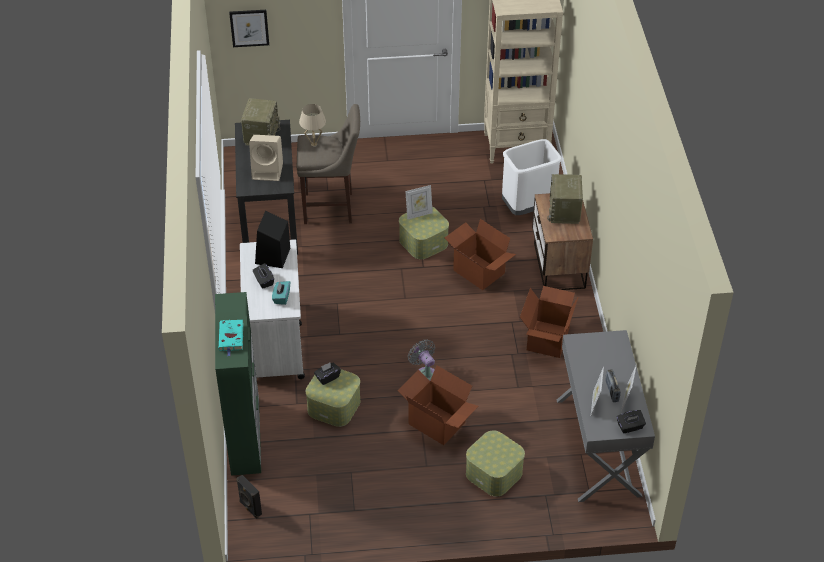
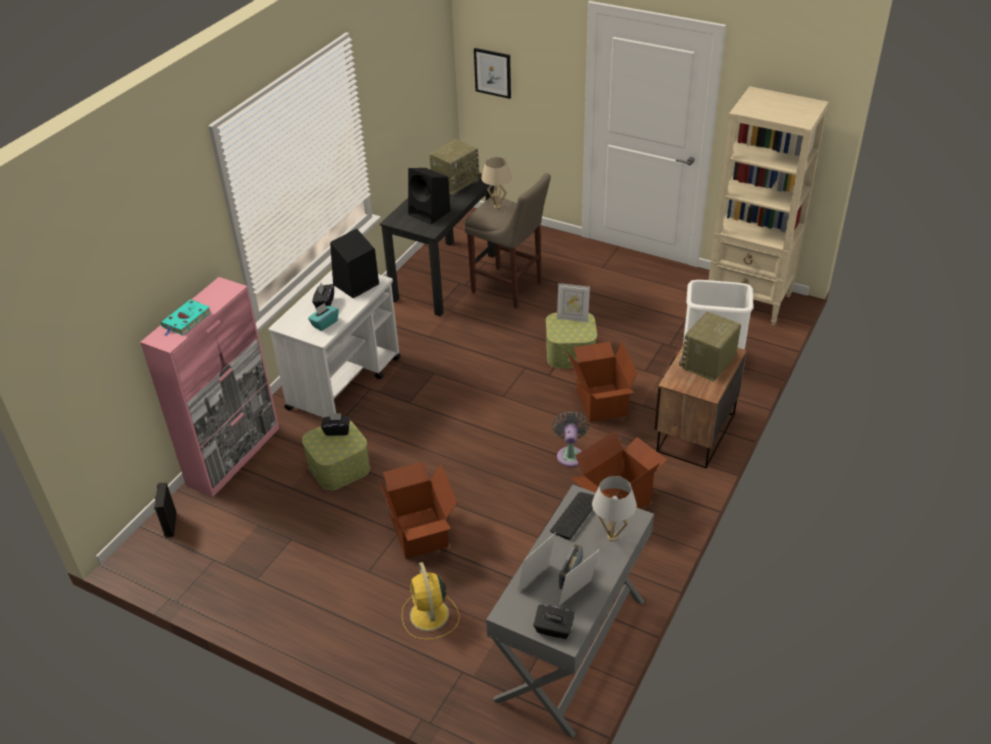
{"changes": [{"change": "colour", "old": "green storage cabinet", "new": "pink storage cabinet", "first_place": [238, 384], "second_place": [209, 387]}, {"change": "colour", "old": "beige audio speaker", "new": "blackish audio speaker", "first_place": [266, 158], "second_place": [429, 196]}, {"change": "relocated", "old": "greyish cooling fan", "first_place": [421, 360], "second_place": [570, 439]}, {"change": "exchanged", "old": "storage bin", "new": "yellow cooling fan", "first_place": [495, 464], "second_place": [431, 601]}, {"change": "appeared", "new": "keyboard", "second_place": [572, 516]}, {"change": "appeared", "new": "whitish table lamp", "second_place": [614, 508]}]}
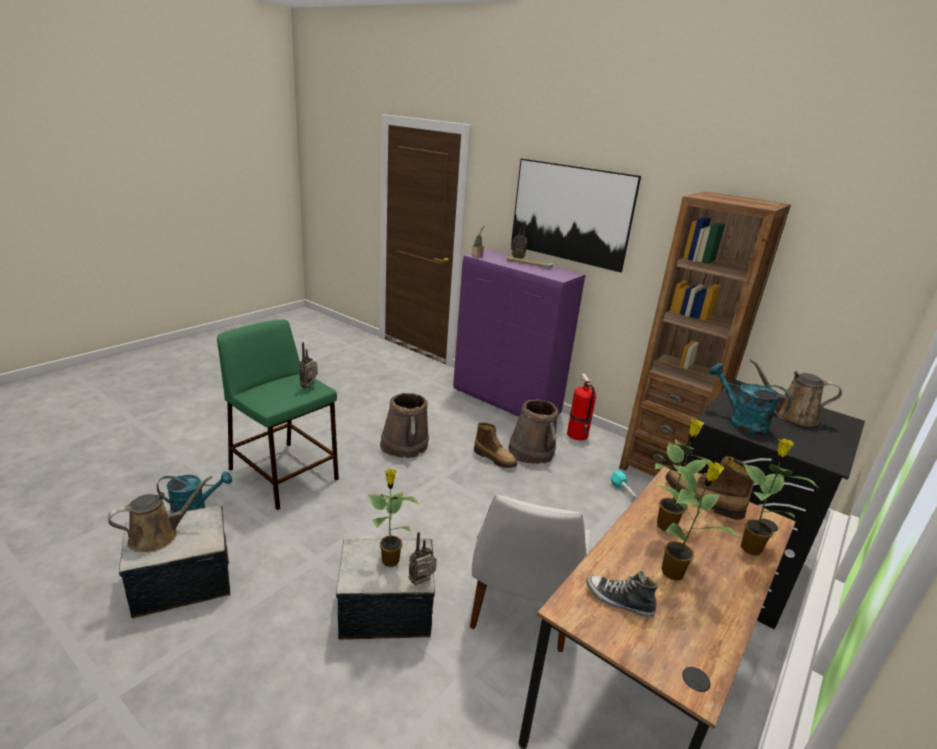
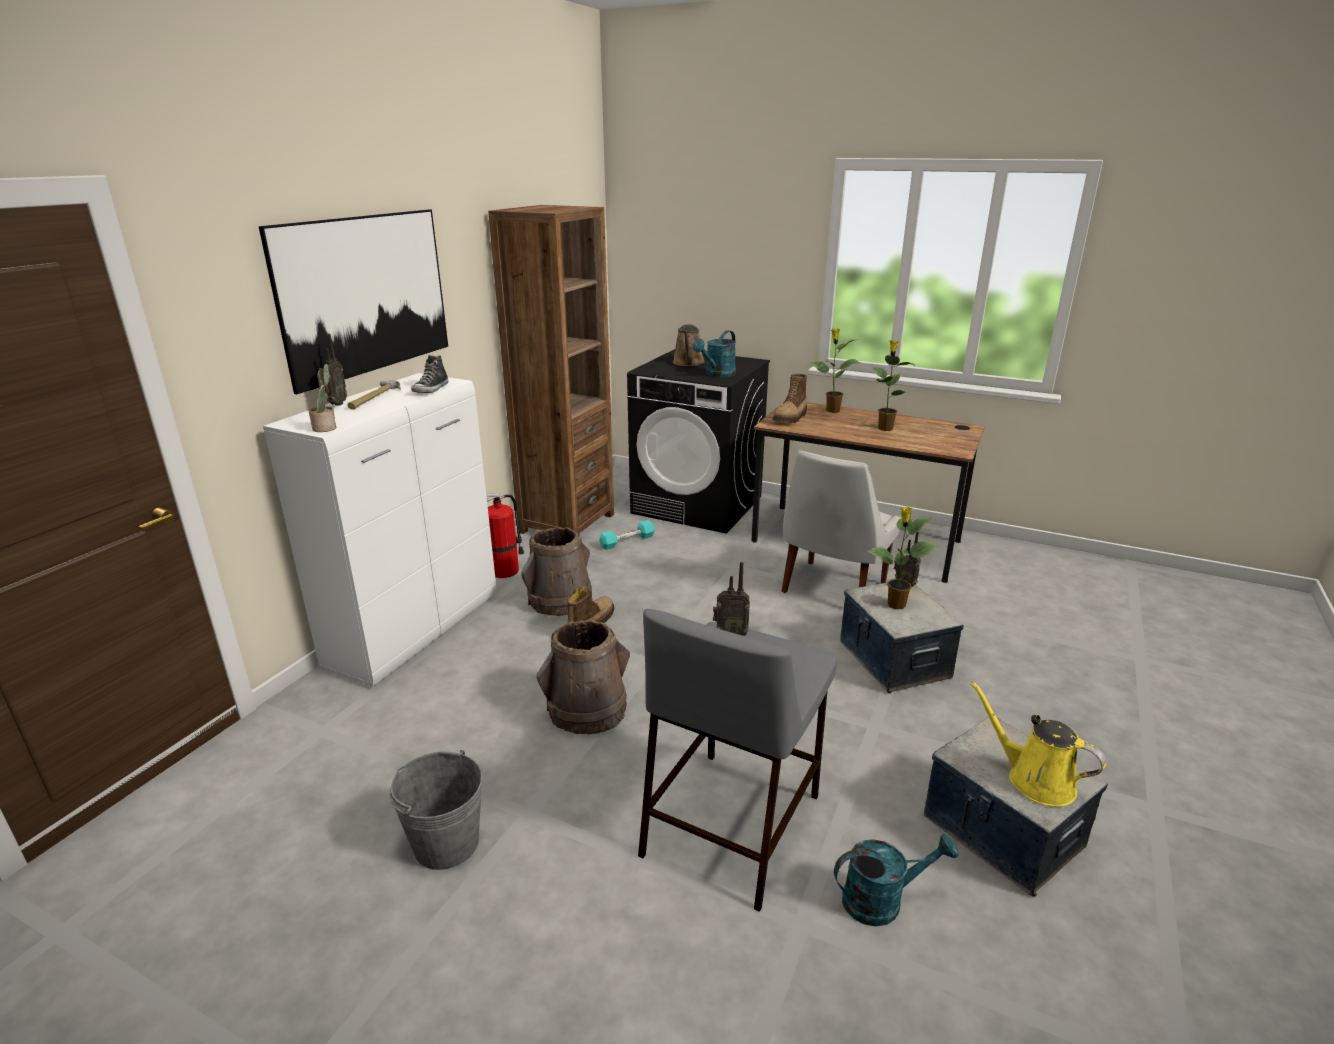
{"changes": [{"change": "colour", "old": "brownish watering pot", "new": "yellow watering pot", "first_place": [160, 513], "second_place": [1038, 744]}, {"change": "spun", "old": "blue-green watering pot", "first_place": [194, 492], "second_place": [896, 880], "degrees": 105}, {"change": "colour", "old": "green sitting stool", "new": "greyish sitting stool", "first_place": [278, 414], "second_place": [737, 760]}, {"change": "colour", "old": "purplish storage cabinet", "new": "whitish storage cabinet", "first_place": [519, 333], "second_place": [379, 530]}, {"change": "spun", "old": "whitish upright chair", "first_place": [530, 573], "second_place": [842, 521], "degrees": 120}, {"change": "relocated", "old": "shoe", "first_place": [622, 594], "second_place": [429, 374]}, {"change": "missing", "old": "houseplant", "first_place": [683, 475]}, {"change": "appeared", "new": "greyish water bucket", "second_place": [436, 810]}]}
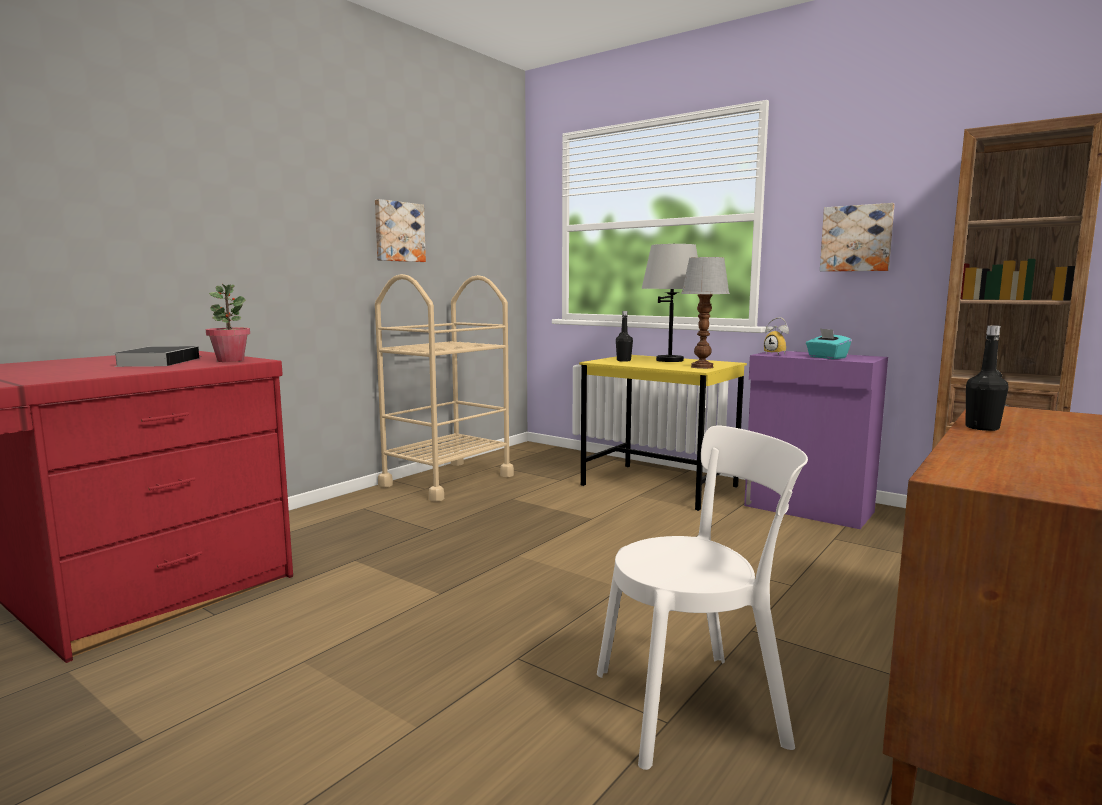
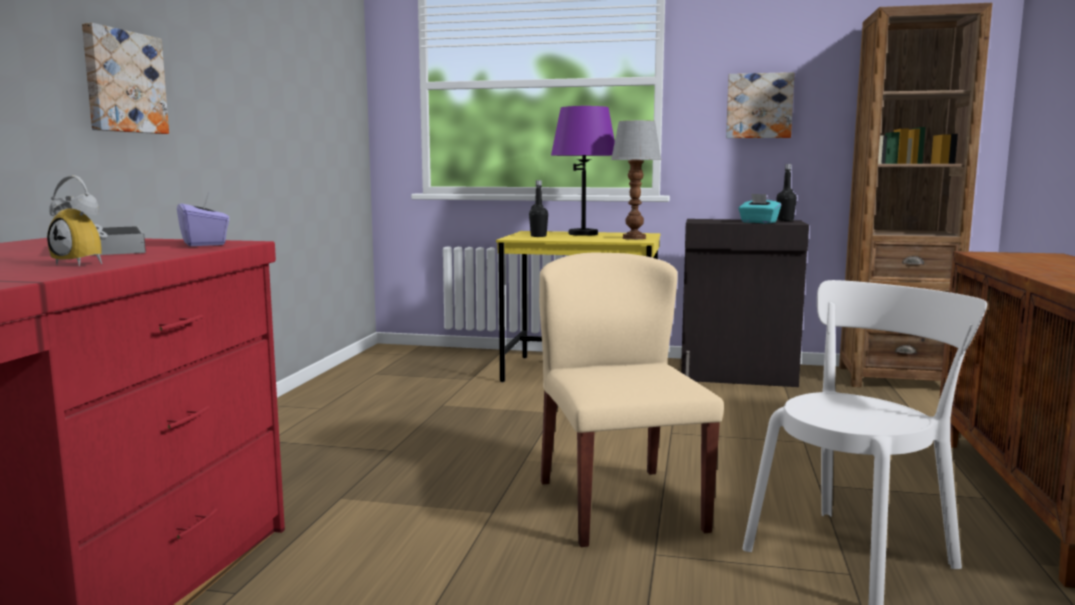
{"changes": [{"change": "exchanged", "old": "houseplant", "new": "purplish tissue box", "first_place": [228, 323], "second_place": [203, 219]}, {"change": "relocated", "old": "wall picture", "first_place": [400, 230], "second_place": [125, 78]}, {"change": "missing", "old": "beige trolley", "first_place": [444, 388]}, {"change": "colour", "old": "greyish table lamp", "new": "purplish table lamp", "first_place": [669, 302], "second_place": [583, 171]}, {"change": "colour", "old": "purplish storage cabinet", "new": "blackish storage cabinet", "first_place": [816, 440], "second_place": [745, 303]}, {"change": "relocated", "old": "alarm clock", "first_place": [776, 336], "second_place": [77, 220]}, {"change": "relocated", "old": "blackish beverage bottle", "first_place": [987, 378], "second_place": [786, 192]}, {"change": "appeared", "new": "beige upright chair", "second_place": [631, 400]}]}
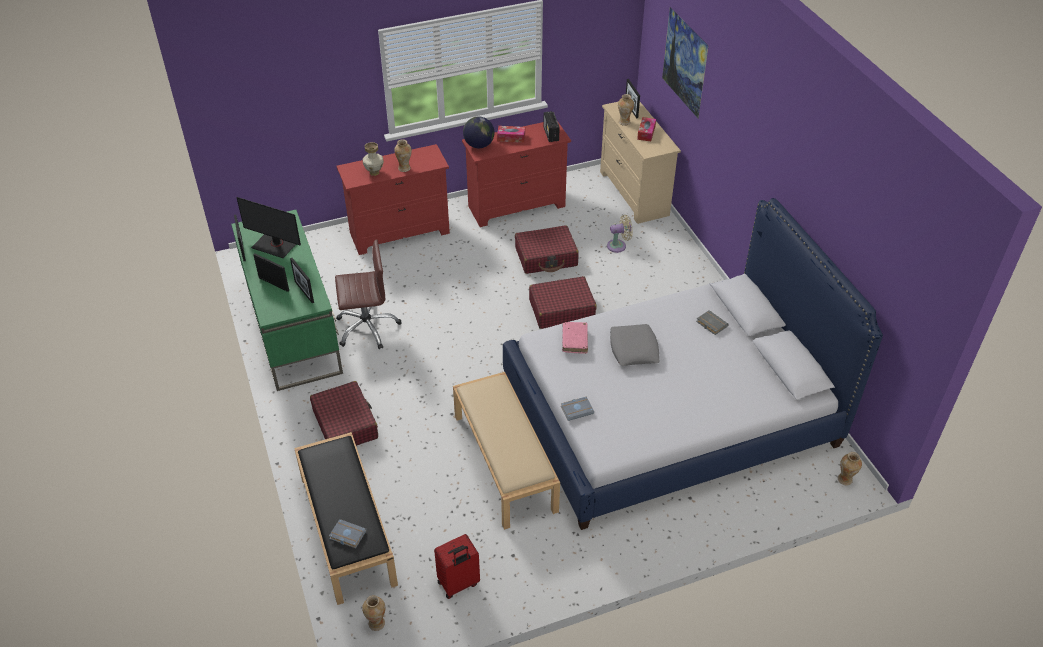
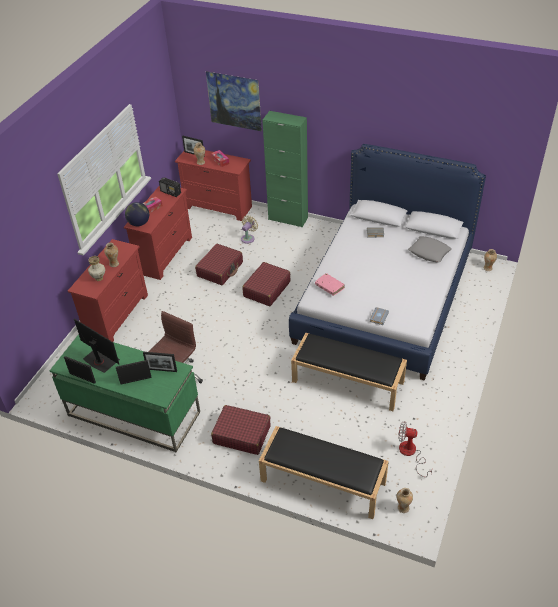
{"changes": [{"change": "spun", "old": "monitor", "first_place": [268, 227], "second_place": [97, 346], "degrees": -120}, {"change": "missing", "old": "greyish book", "first_place": [348, 533]}, {"change": "exchanged", "old": "red-coloured suitcase", "new": "cooling fan", "first_place": [457, 566], "second_place": [415, 449]}, {"change": "colour", "old": "beige long seat", "new": "blackish long seat", "first_place": [506, 451], "second_place": [349, 372]}, {"change": "colour", "old": "beige drawer chest", "new": "red-coloured drawer chest", "first_place": [640, 163], "second_place": [213, 185]}, {"change": "relocated", "old": "greyish cushion", "first_place": [635, 345], "second_place": [430, 249]}, {"change": "appeared", "new": "green storage cabinet", "second_place": [285, 169]}]}
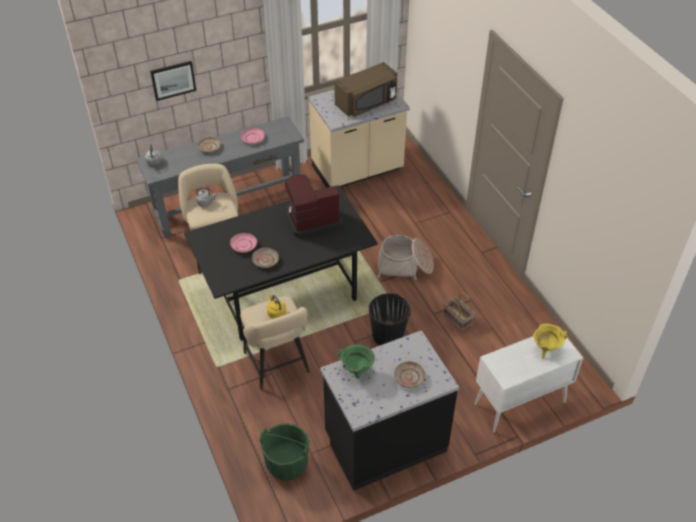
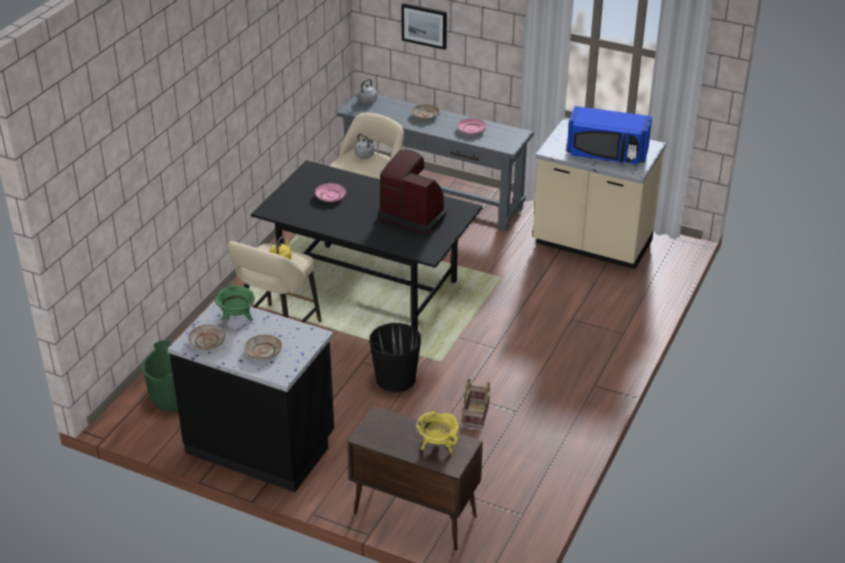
{"changes": [{"change": "relocated", "old": "beige dinner plate", "first_place": [265, 258], "second_place": [206, 337]}, {"change": "colour", "old": "brownish kitchen microwave", "new": "bluish kitchen microwave", "first_place": [365, 89], "second_place": [609, 135]}, {"change": "missing", "old": "household basket", "first_place": [405, 257]}, {"change": "colour", "old": "whitish storage cabinet", "new": "brownish storage cabinet", "first_place": [528, 384], "second_place": [415, 478]}]}
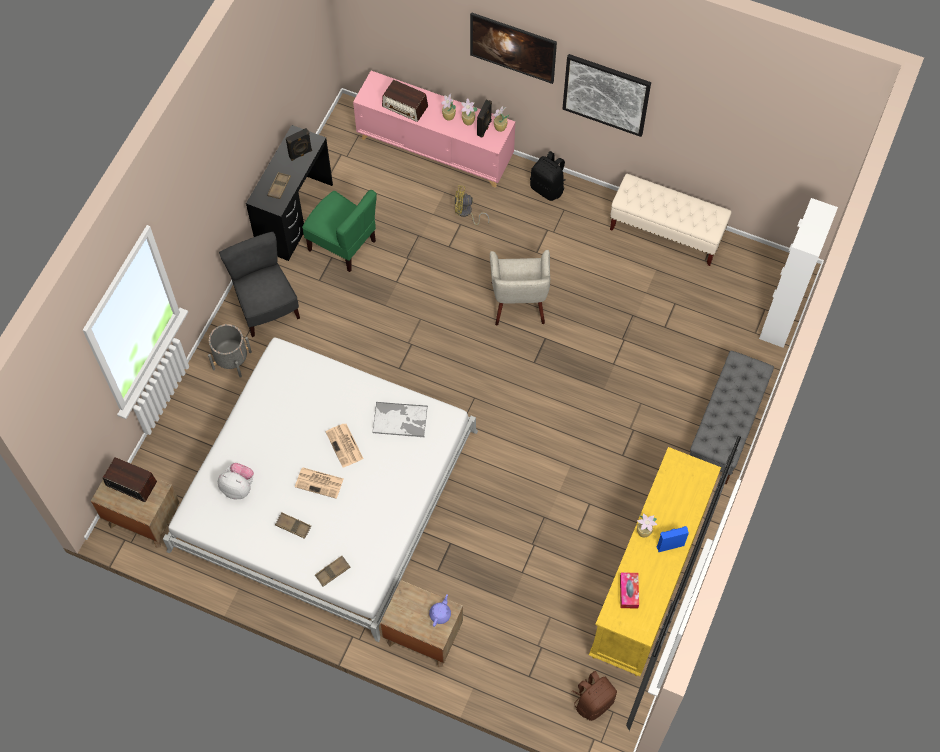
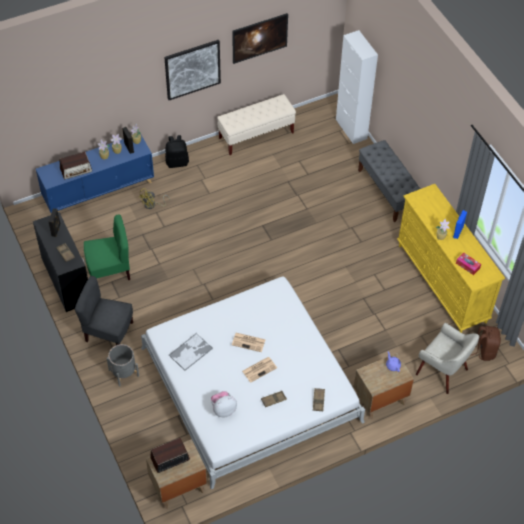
{"changes": [{"change": "colour", "old": "pink storage cabinet", "new": "bluish storage cabinet", "first_place": [434, 129], "second_place": [95, 174]}, {"change": "relocated", "old": "serving tray", "first_place": [400, 419], "second_place": [191, 352]}, {"change": "relocated", "old": "wall picture", "first_place": [513, 48], "second_place": [260, 38]}, {"change": "relocated", "old": "beige lounge chair", "first_place": [520, 287], "second_place": [447, 358]}]}
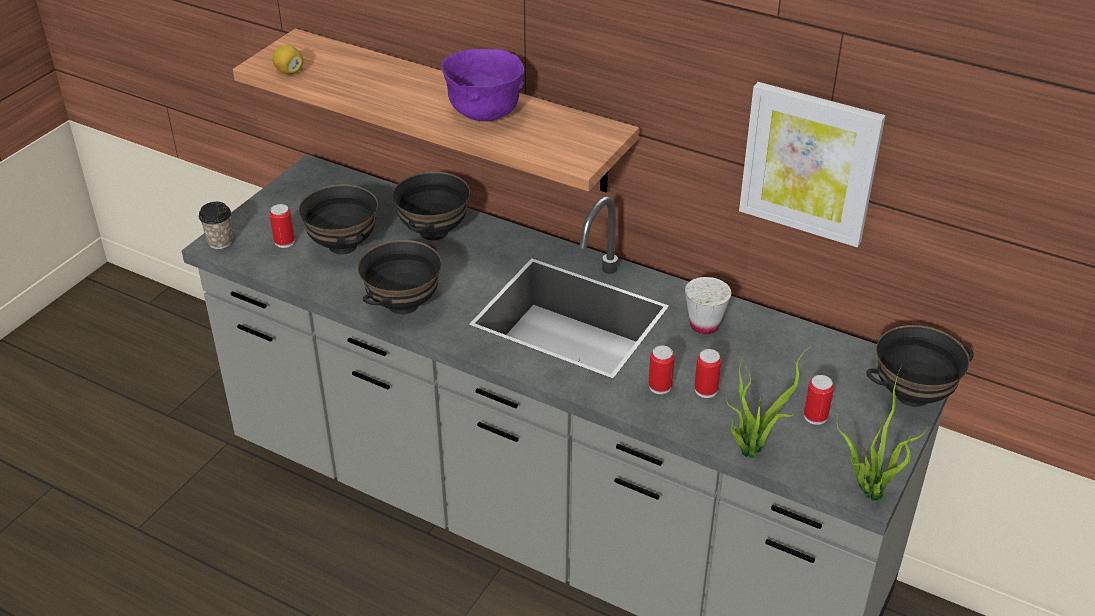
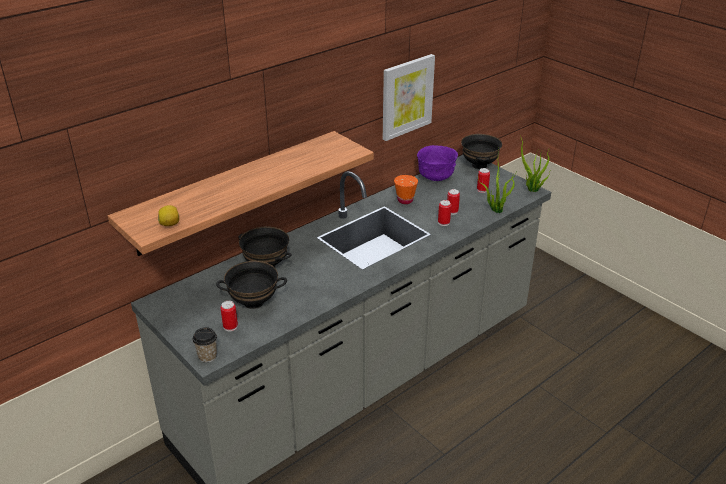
{"changes": [{"change": "missing", "old": "blackish bowl", "first_place": [400, 277]}, {"change": "relocated", "old": "purplish bowl", "first_place": [482, 85], "second_place": [437, 163]}, {"change": "colour", "old": "whitish cup", "new": "orange cup", "first_place": [708, 305], "second_place": [406, 189]}]}
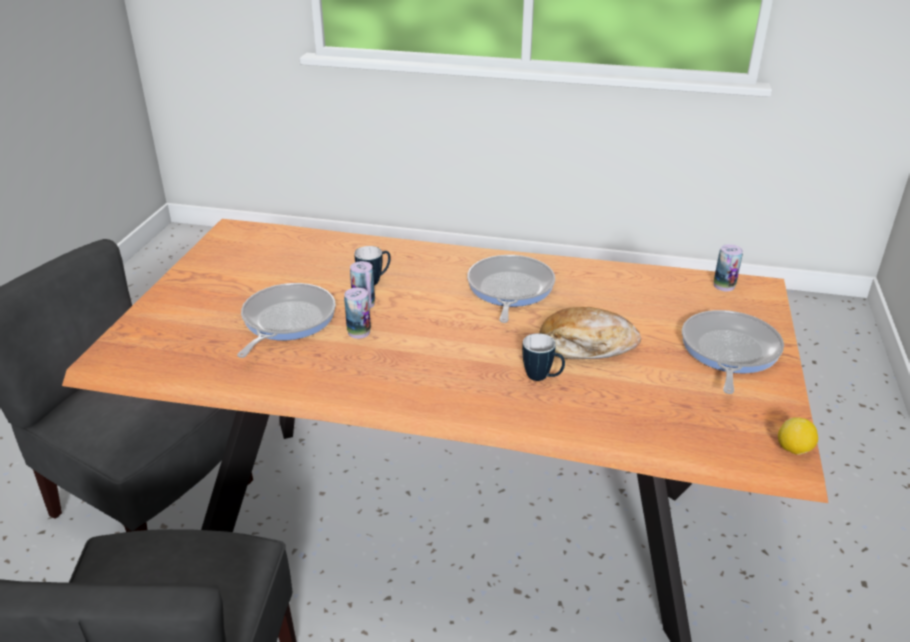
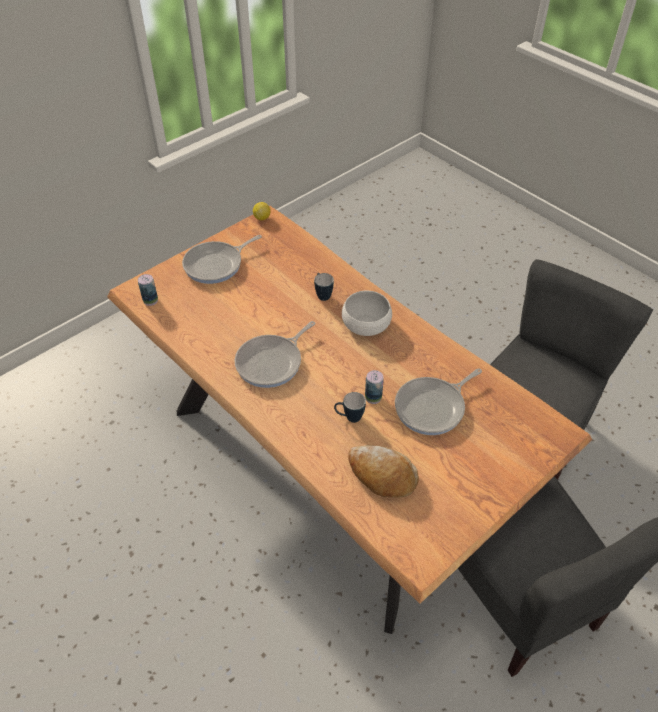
{"changes": [{"change": "missing", "old": "sealed can", "first_place": [357, 313]}, {"change": "relocated", "old": "bread", "first_place": [590, 333], "second_place": [383, 471]}, {"change": "appeared", "new": "whitish bowl", "second_place": [367, 313]}]}
